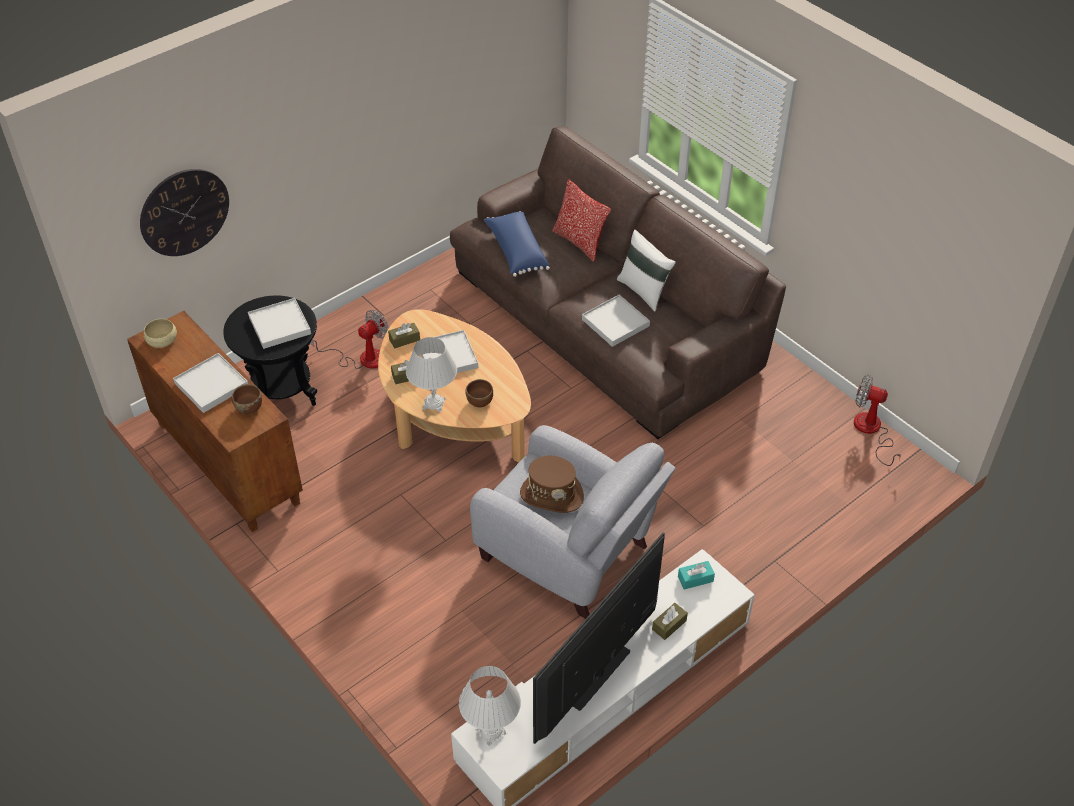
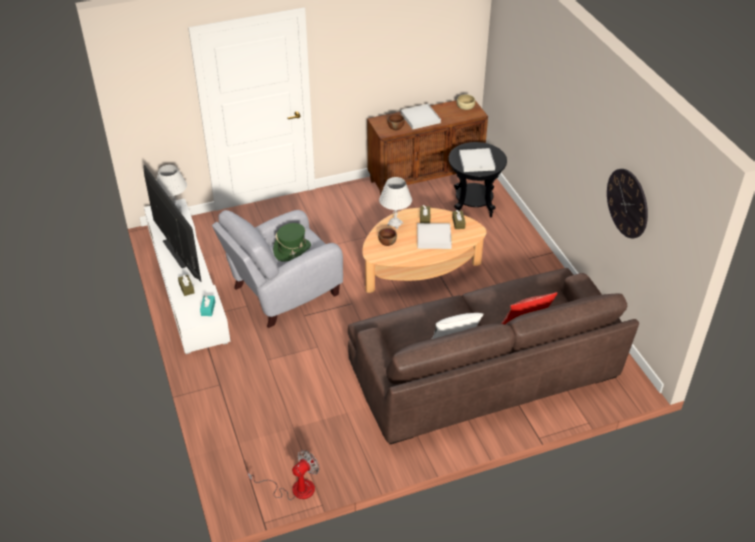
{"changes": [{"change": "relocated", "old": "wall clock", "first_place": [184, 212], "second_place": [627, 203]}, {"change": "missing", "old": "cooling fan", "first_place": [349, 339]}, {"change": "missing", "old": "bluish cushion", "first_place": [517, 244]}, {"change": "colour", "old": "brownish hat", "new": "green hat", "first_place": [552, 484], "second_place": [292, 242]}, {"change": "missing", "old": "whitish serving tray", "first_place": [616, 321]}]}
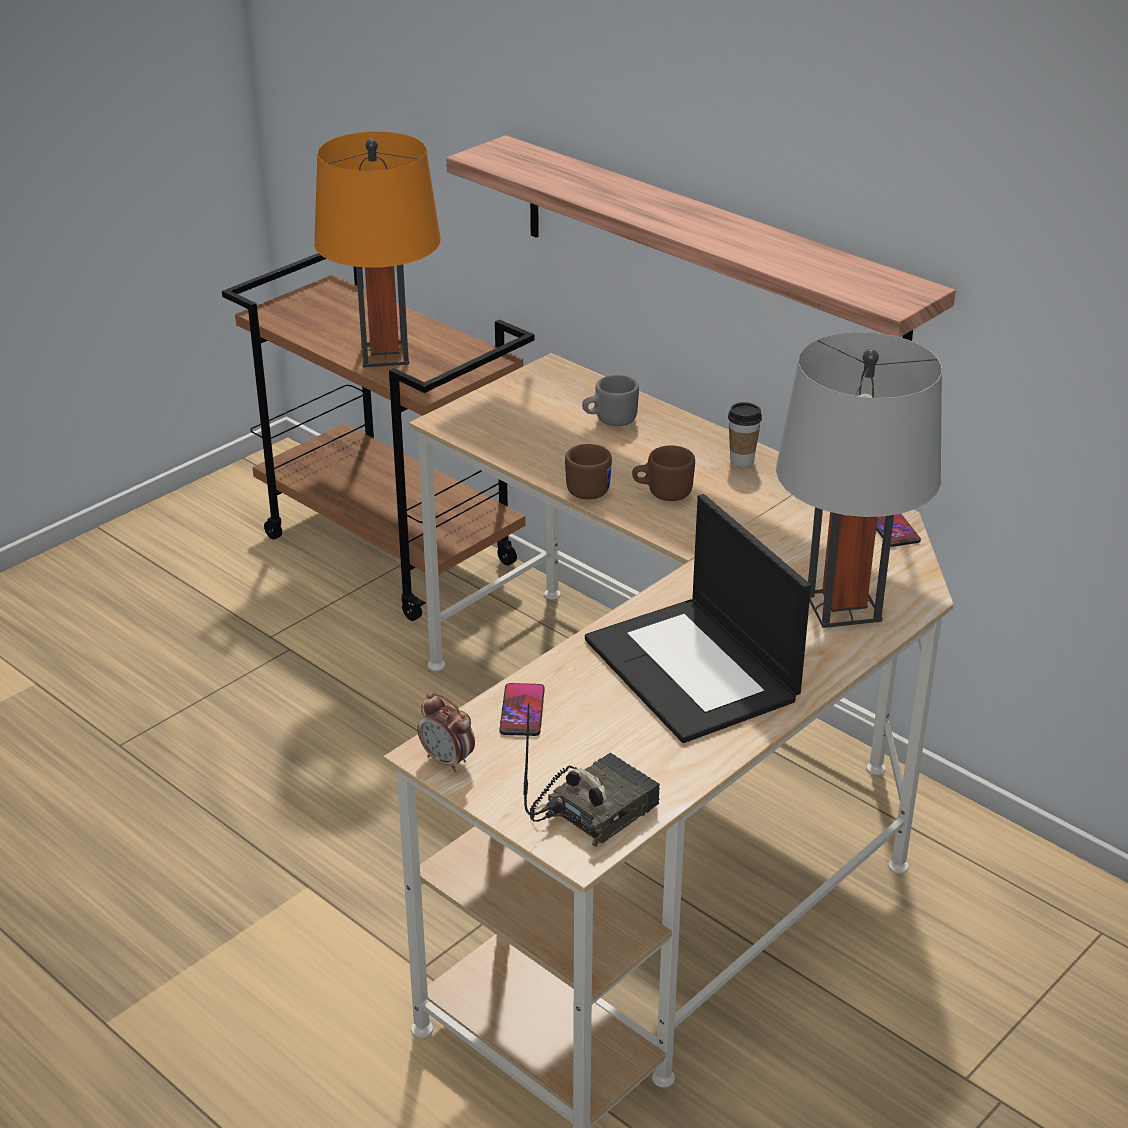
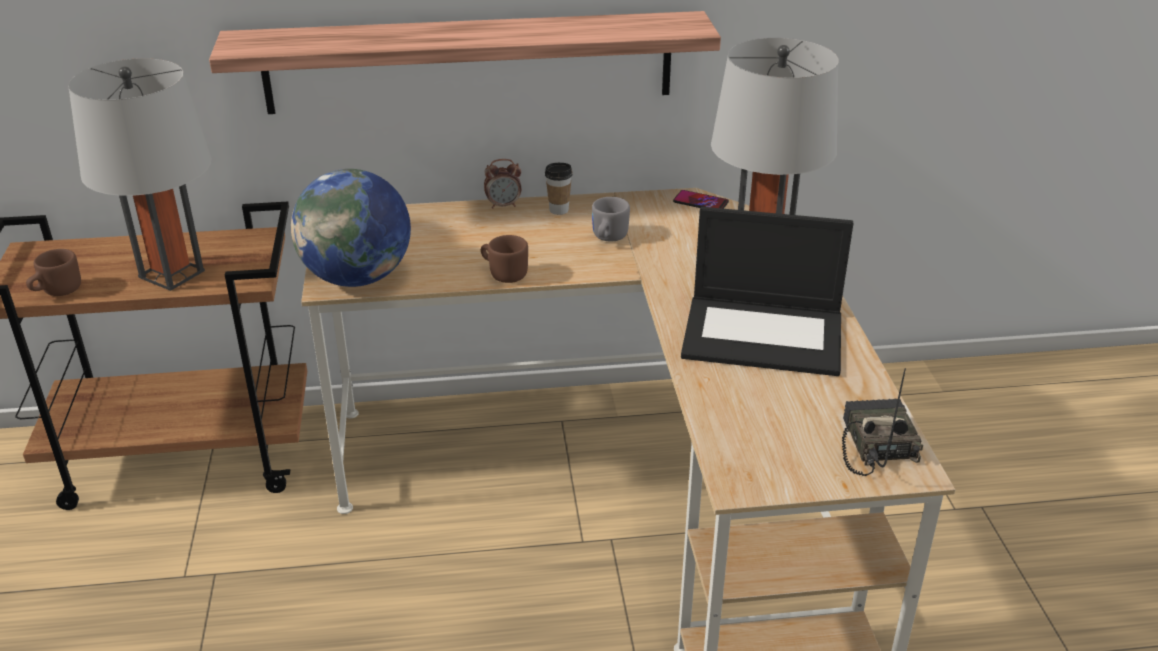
{"changes": [{"change": "colour", "old": "orange table lamp", "new": "greyish table lamp", "first_place": [377, 249], "second_place": [139, 174]}, {"change": "relocated", "old": "alarm clock", "first_place": [446, 732], "second_place": [502, 184]}, {"change": "missing", "old": "handset", "first_place": [522, 709]}, {"change": "relocated", "old": "greyish tea mug", "first_place": [610, 400], "second_place": [611, 219]}, {"change": "relocated", "old": "brownish tea mug", "first_place": [663, 473], "second_place": [53, 272]}, {"change": "appeared", "new": "desk globe", "second_place": [351, 228]}]}
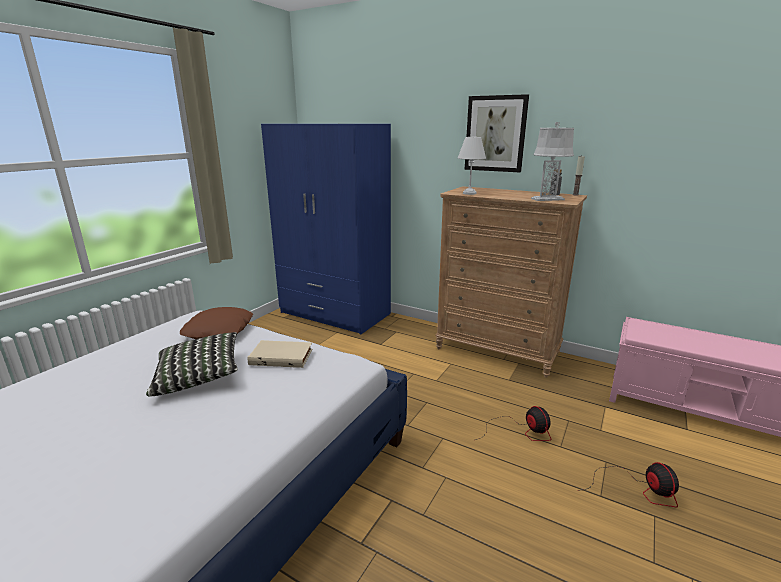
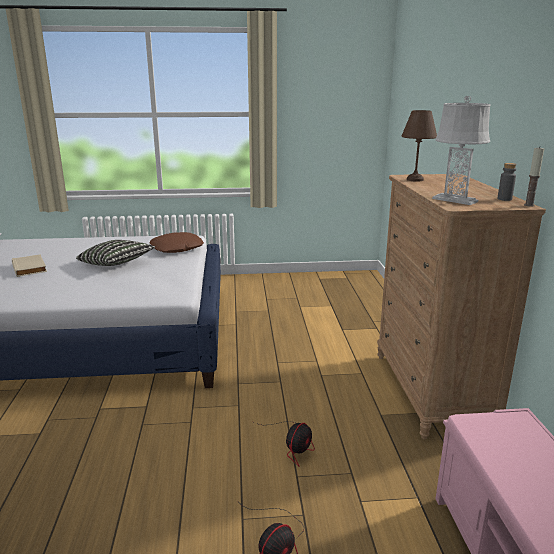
{"changes": [{"change": "relocated", "old": "beige book", "first_place": [280, 354], "second_place": [29, 265]}, {"change": "missing", "old": "bluish clothes cupboard", "first_place": [326, 229]}, {"change": "colour", "old": "whitish table lamp", "new": "brownish table lamp", "first_place": [472, 166], "second_place": [419, 146]}, {"change": "missing", "old": "wall picture", "first_place": [497, 133]}]}
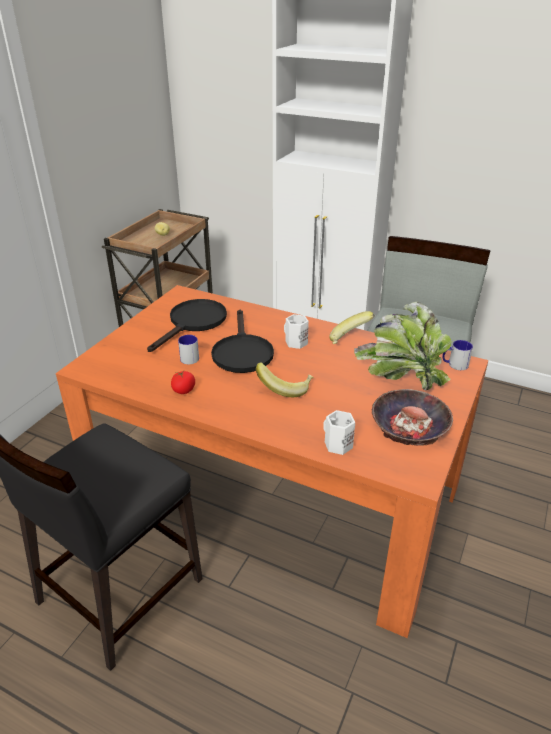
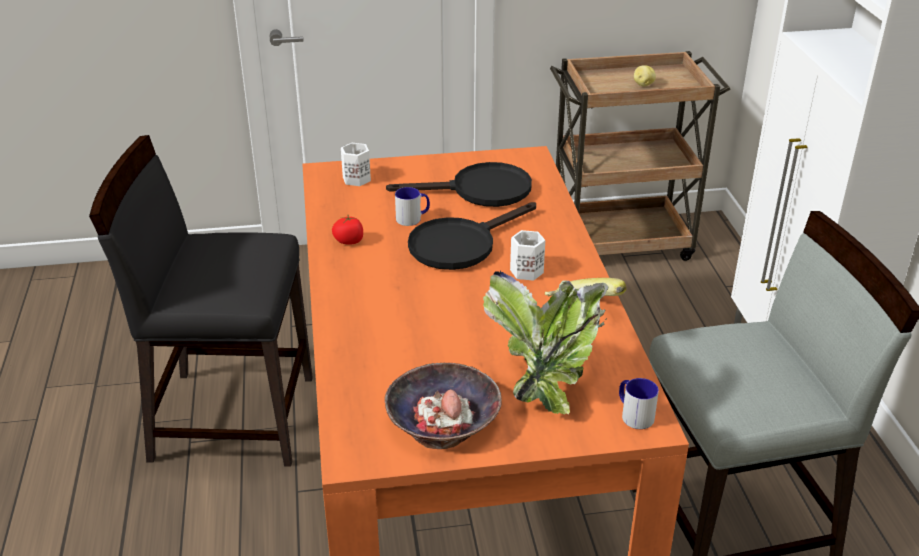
{"changes": [{"change": "missing", "old": "banana fruit", "first_place": [285, 379]}, {"change": "relocated", "old": "whitish tea mug", "first_place": [339, 432], "second_place": [356, 164]}]}
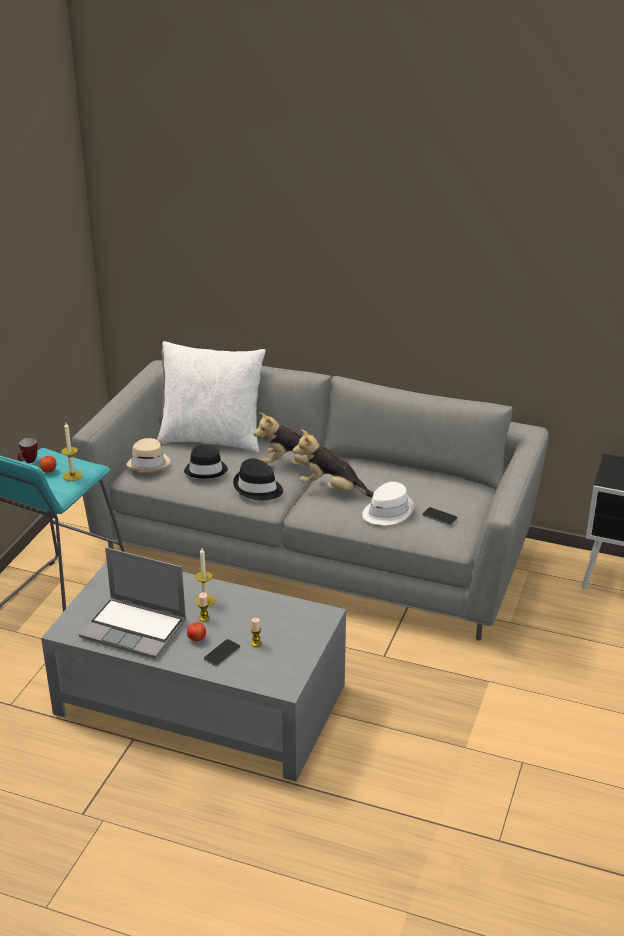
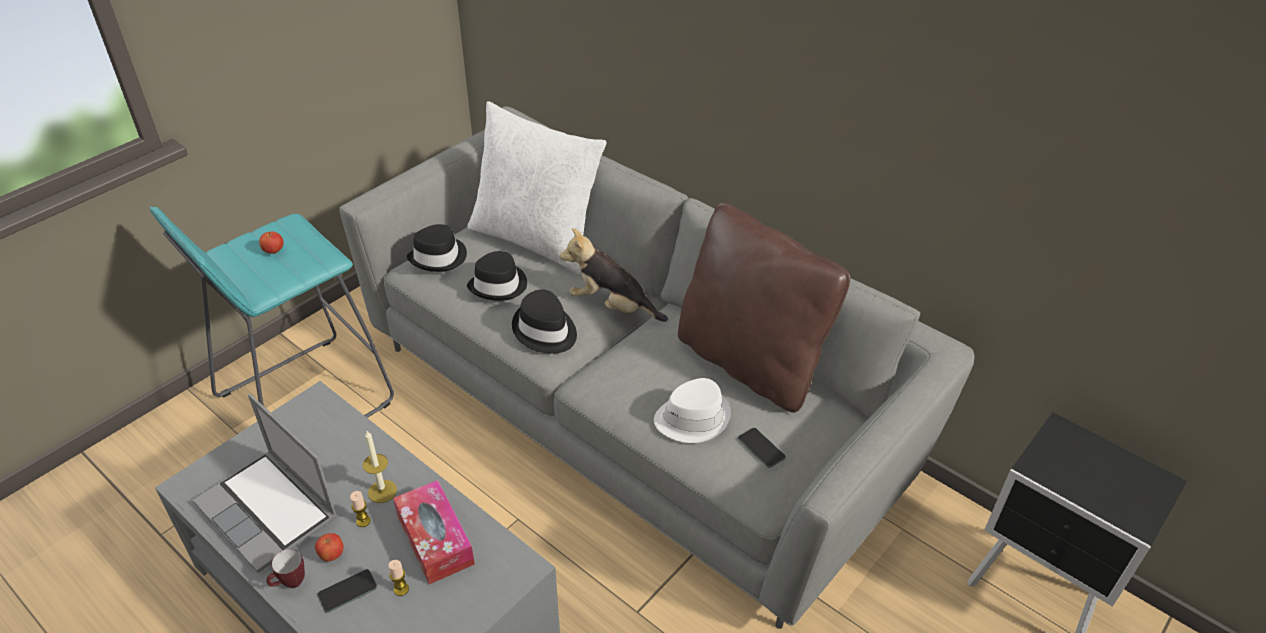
{"changes": [{"change": "relocated", "old": "tea mug", "first_place": [28, 450], "second_place": [285, 568]}, {"change": "missing", "old": "wax candle", "first_place": [71, 452]}, {"change": "colour", "old": "beige hat", "new": "blackish hat", "first_place": [148, 455], "second_place": [437, 248]}, {"change": "missing", "old": "soft toy", "first_place": [333, 463]}, {"change": "appeared", "new": "tissue box", "second_place": [434, 532]}, {"change": "appeared", "new": "brownish cushion", "second_place": [764, 307]}]}
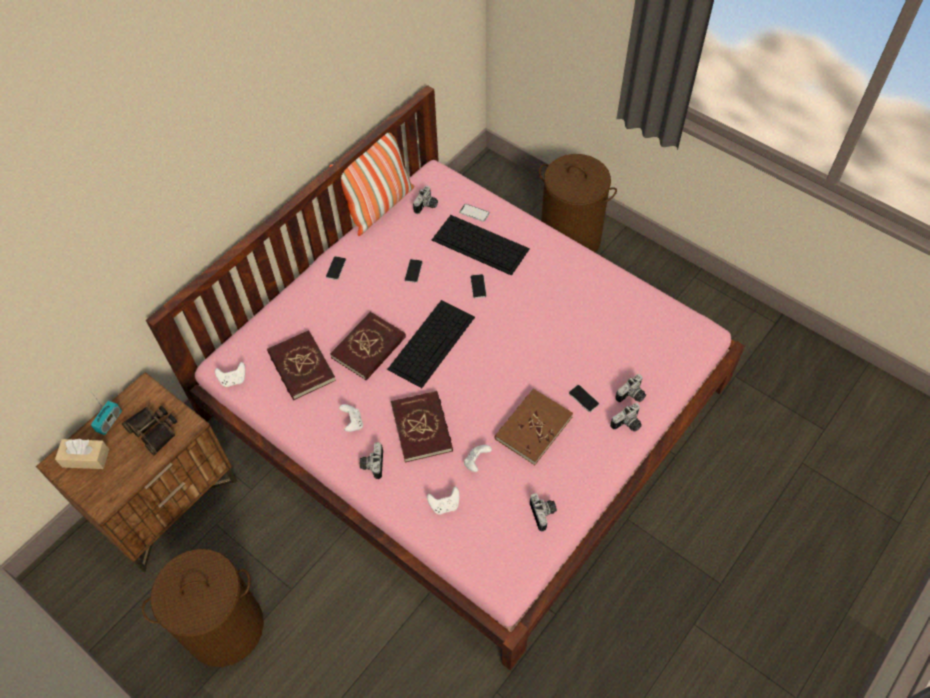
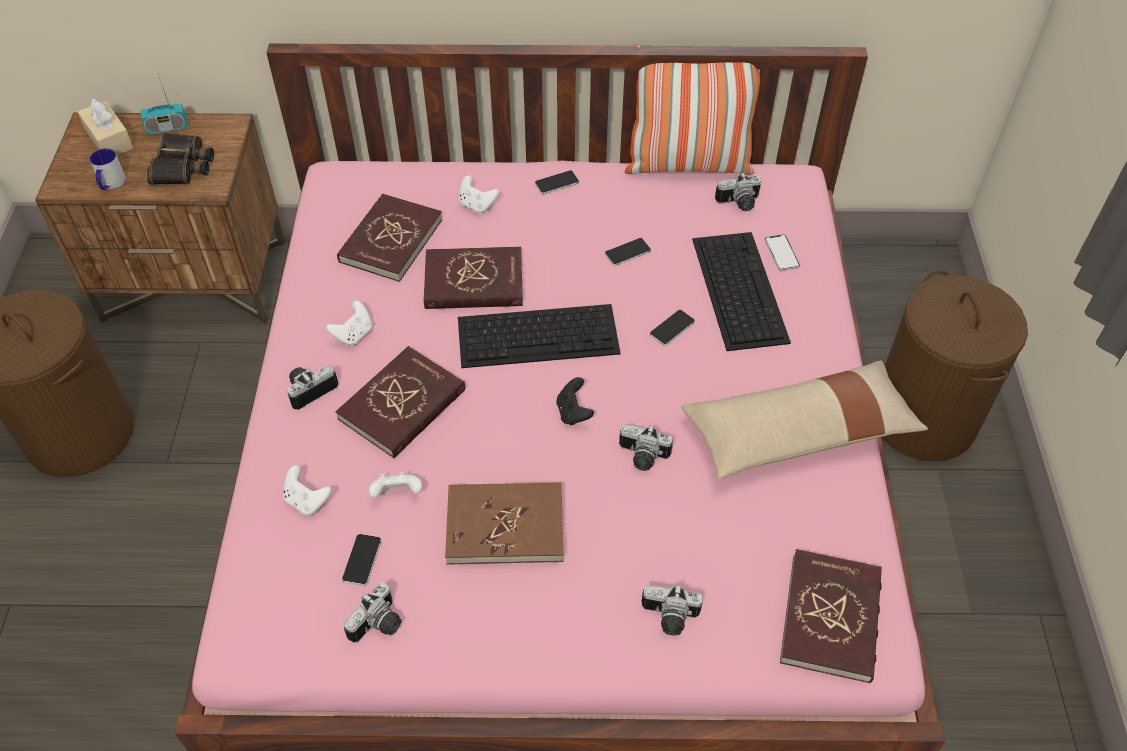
{"changes": [{"change": "relocated", "old": "whitish gamepad", "first_place": [230, 374], "second_place": [479, 194]}, {"change": "relocated", "old": "handset", "first_place": [584, 398], "second_place": [362, 560]}, {"change": "relocated", "old": "still camera", "first_place": [626, 417], "second_place": [646, 447]}, {"change": "appeared", "new": "tea mug", "second_place": [108, 169]}, {"change": "appeared", "new": "blackish gamepad", "second_place": [575, 401]}, {"change": "appeared", "new": "beige cushion", "second_place": [804, 419]}, {"change": "appeared", "new": "red-coloured book", "second_place": [831, 616]}]}
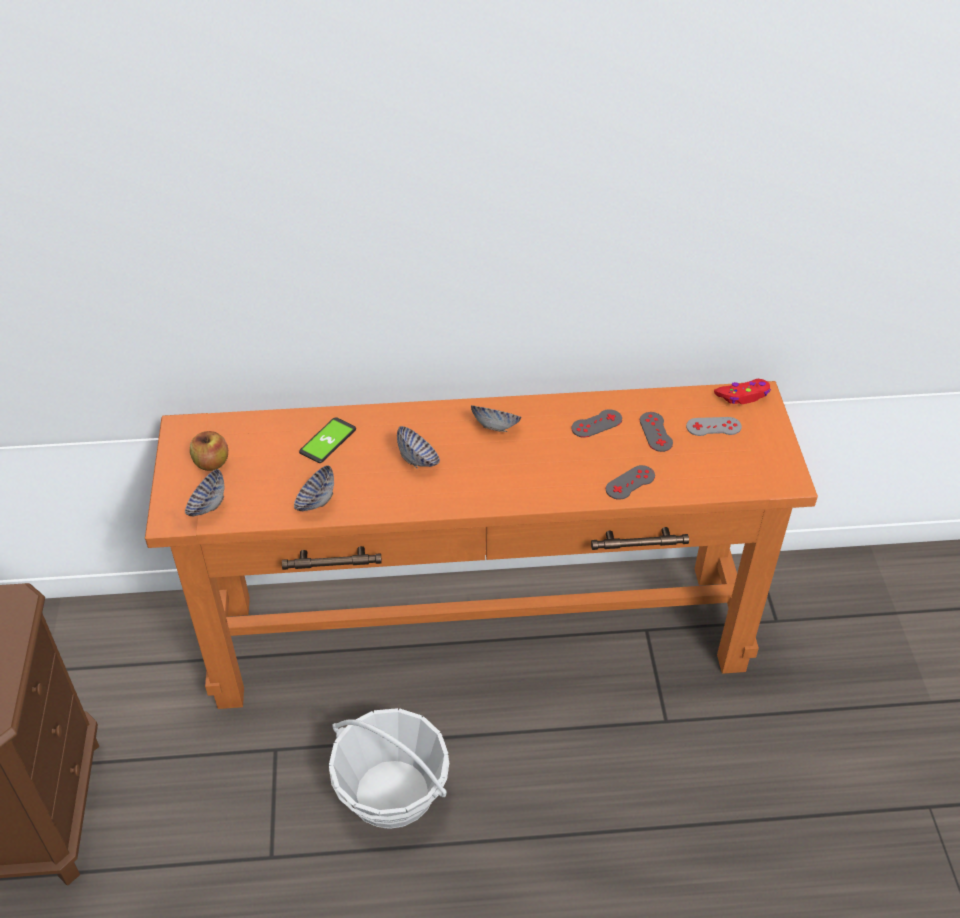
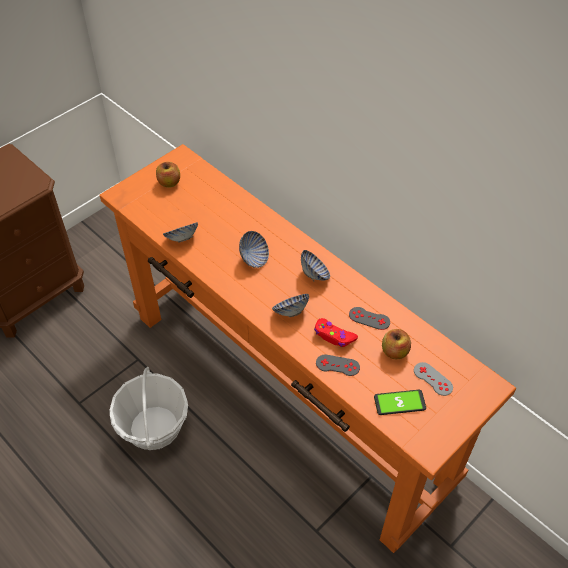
{"changes": [{"change": "relocated", "old": "bowl", "first_place": [204, 492], "second_place": [290, 305]}, {"change": "relocated", "old": "handset", "first_place": [327, 440], "second_place": [400, 402]}, {"change": "exchanged", "old": "greyish gamepad", "new": "apple", "first_place": [656, 432], "second_place": [396, 344]}, {"change": "relocated", "old": "red-coloured gamepad", "first_place": [742, 391], "second_place": [336, 332]}]}
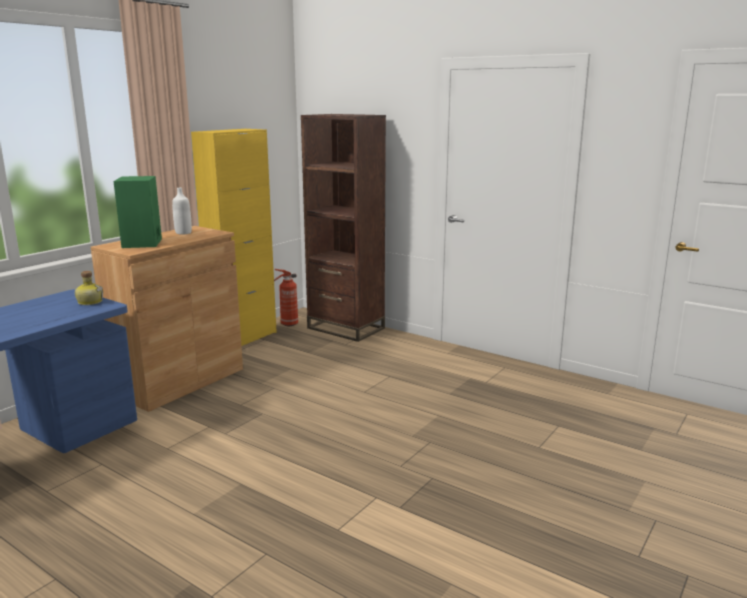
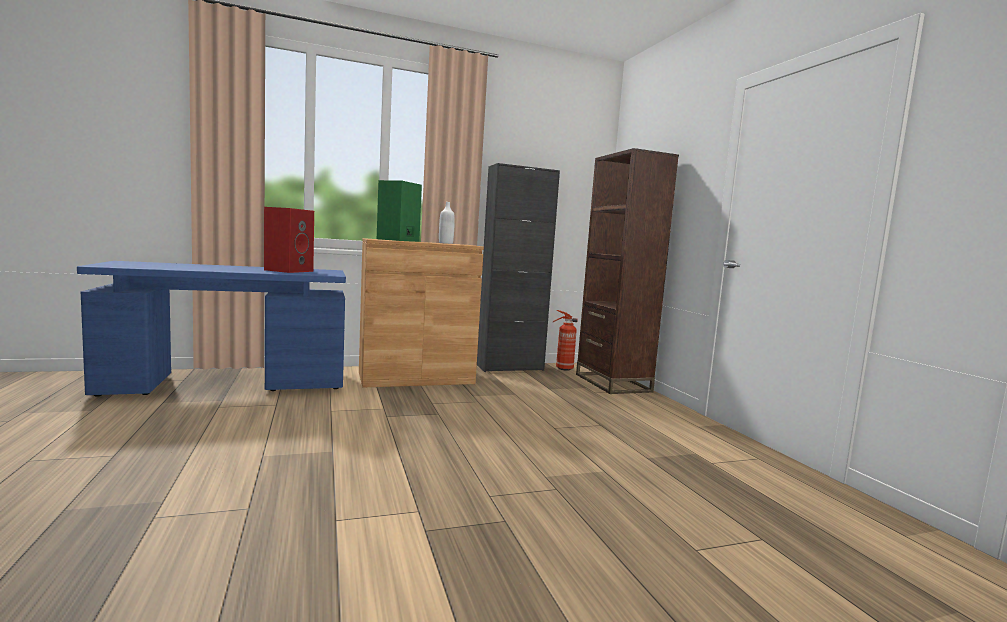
{"changes": [{"change": "missing", "old": "beverage bottle", "first_place": [89, 288]}, {"change": "colour", "old": "yellow storage cabinet", "new": "blackish storage cabinet", "first_place": [234, 237], "second_place": [518, 267]}, {"change": "appeared", "new": "red-coloured audio speaker", "second_place": [289, 240]}]}
